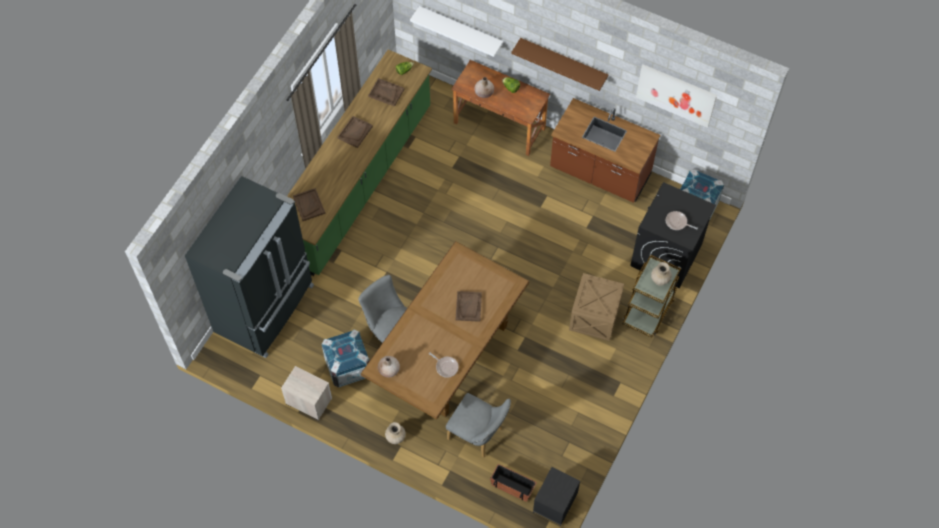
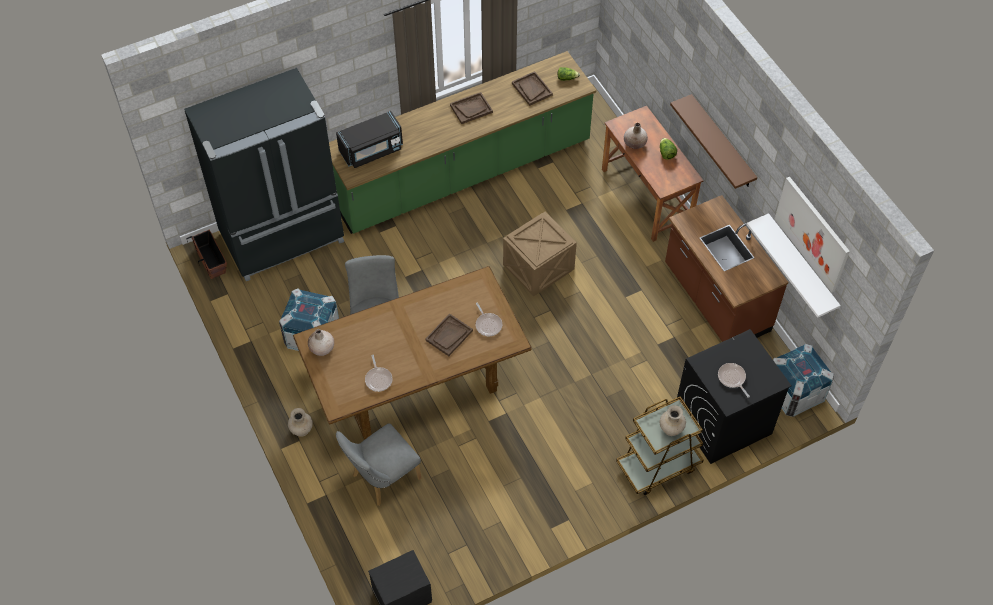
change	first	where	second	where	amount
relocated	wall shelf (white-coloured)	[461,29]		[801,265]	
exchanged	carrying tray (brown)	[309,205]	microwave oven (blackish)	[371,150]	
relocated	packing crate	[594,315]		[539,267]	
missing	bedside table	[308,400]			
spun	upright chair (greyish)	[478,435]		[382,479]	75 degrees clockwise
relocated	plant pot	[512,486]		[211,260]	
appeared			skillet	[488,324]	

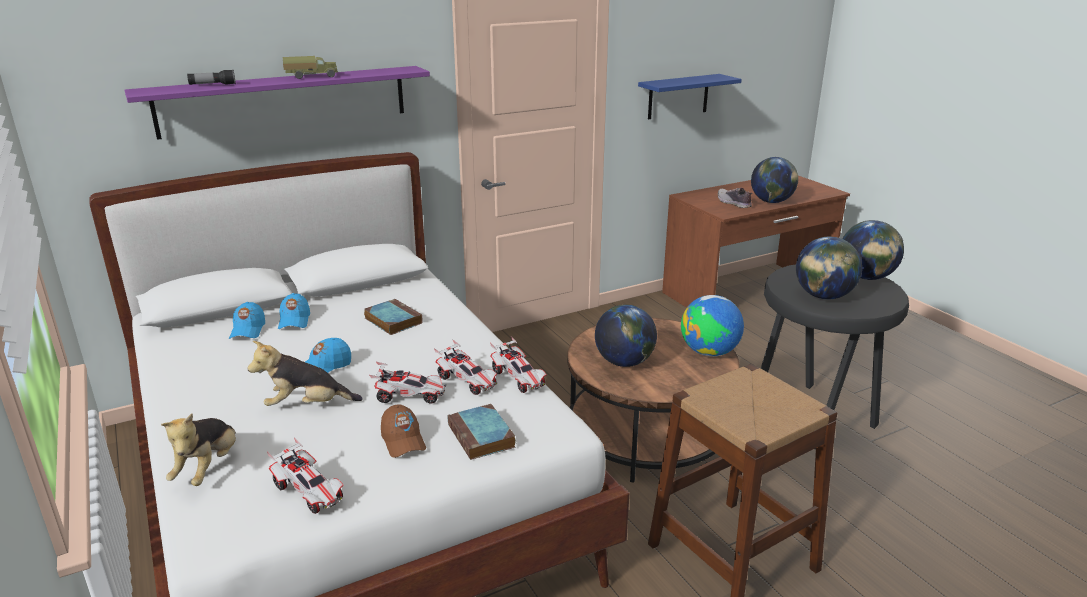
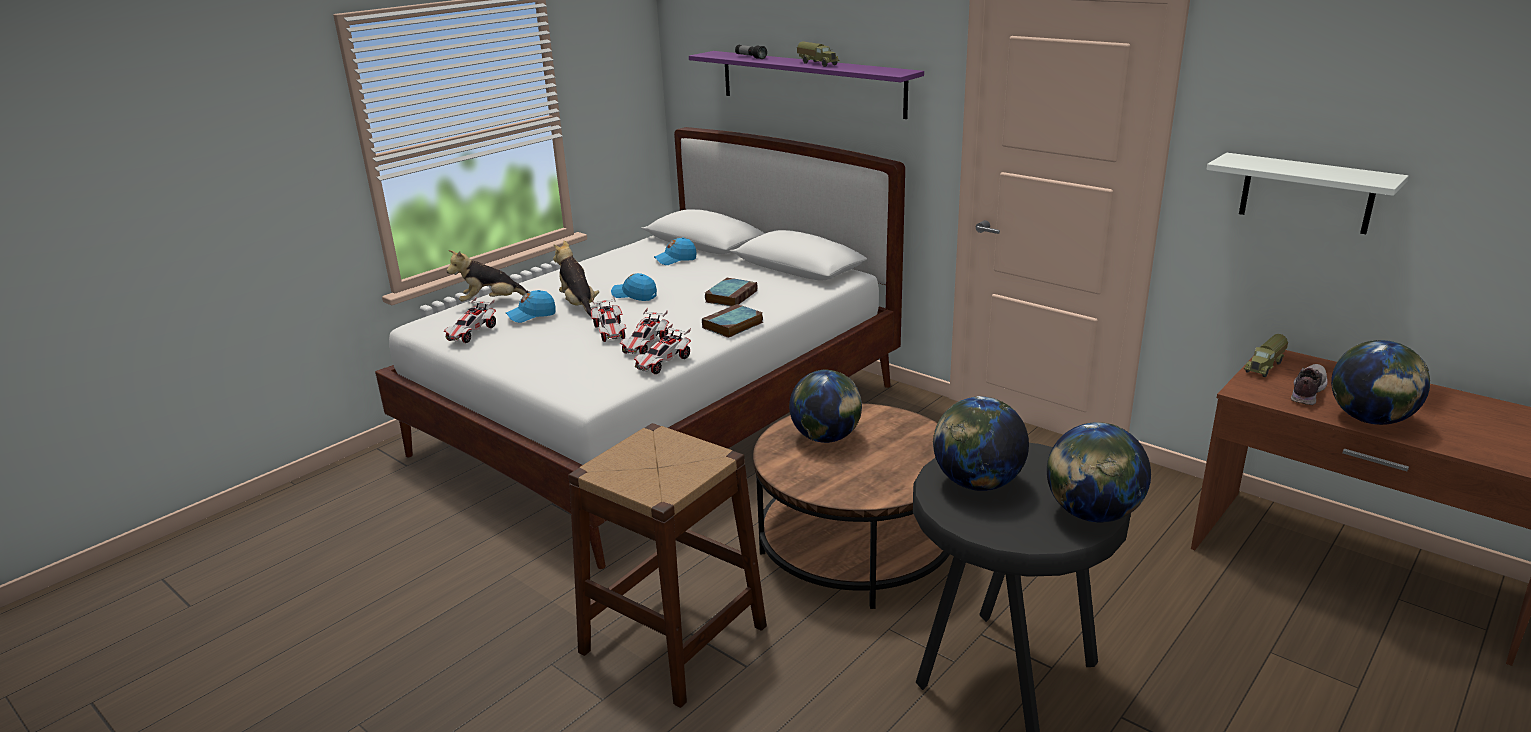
change	first	where	second	where	amount
colour	wall shelf (blue)	[678,96]	wall shelf (white-coloured)	[1306,193]	
relocated	cap (blue)	[294,321]		[531,315]	
missing	world globe	[709,352]			
missing	cap (brown)	[403,441]			
relocated	bound book	[482,437]		[732,325]	
appeared			toy truck	[1265,366]	

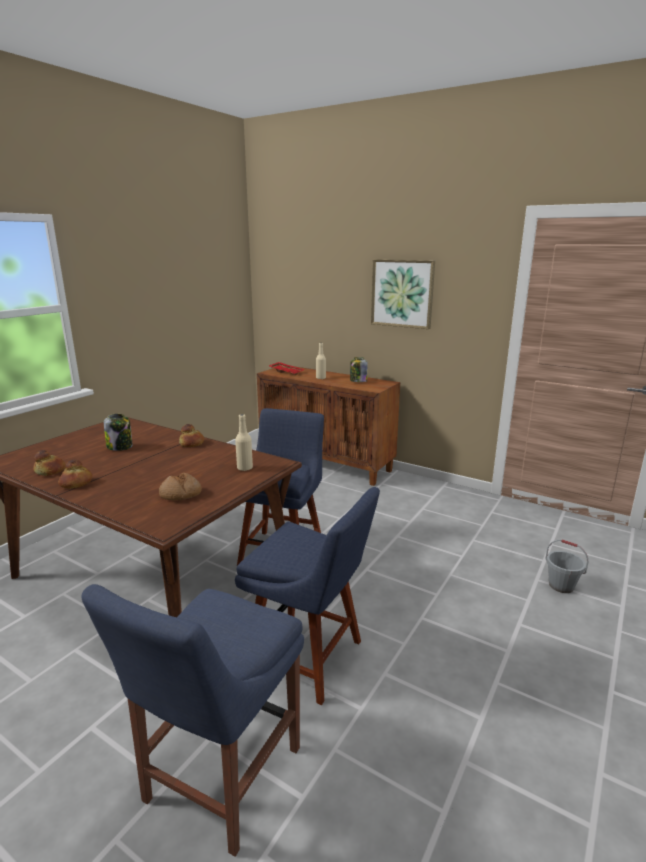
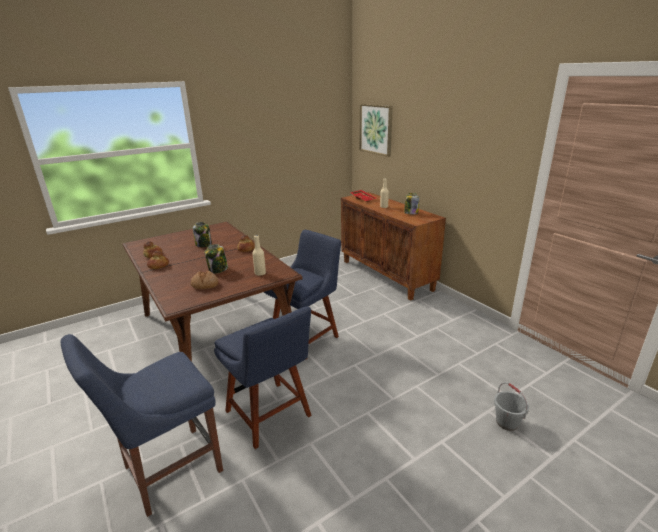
change	first	where	second	where	amount
relocated	wall picture	[402,293]		[376,129]	
appeared			preserve jar	[218,270]	

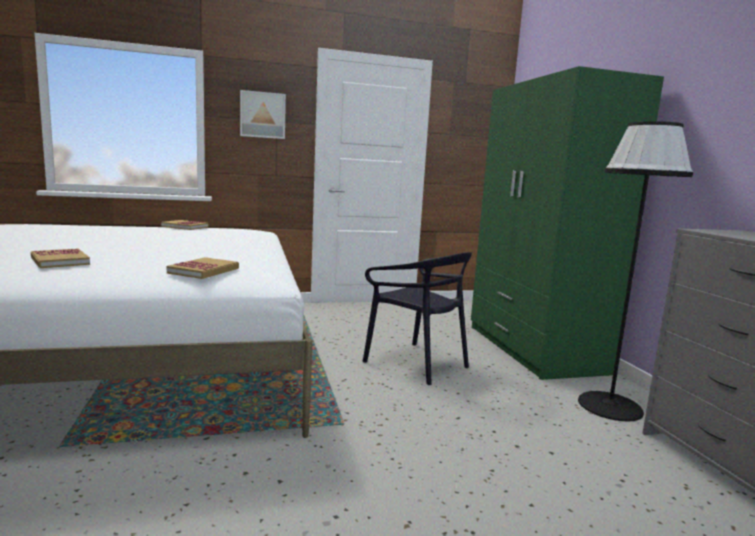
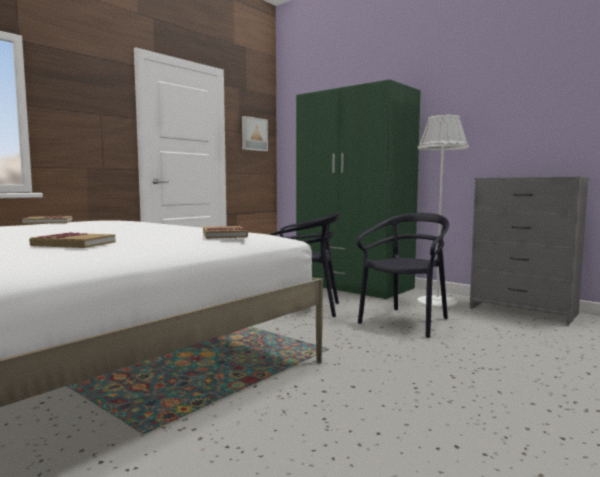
change	first	where	second	where	amount
relocated	wall picture	[262,115]		[253,134]	
colour	standing lamp (blackish)	[610,406]	standing lamp (white-coloured)	[437,301]	
appeared			upright chair (blackish)	[406,322]	

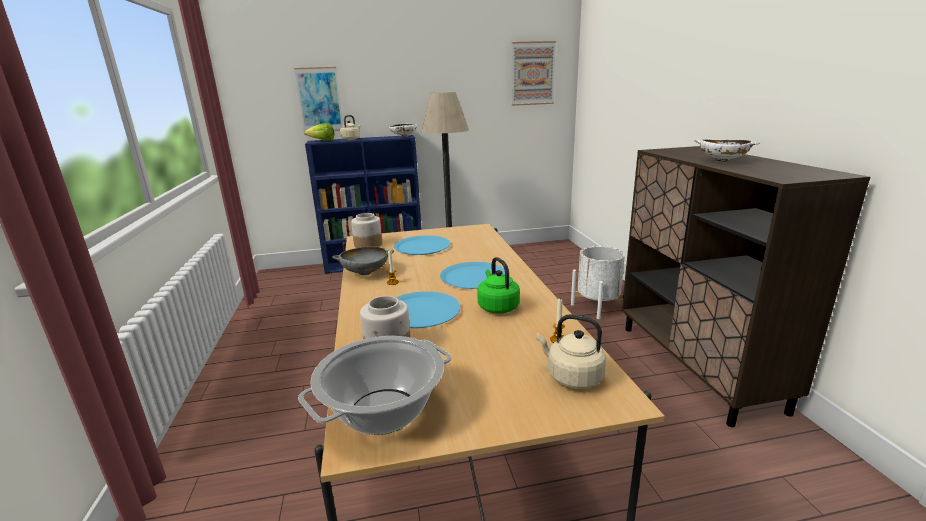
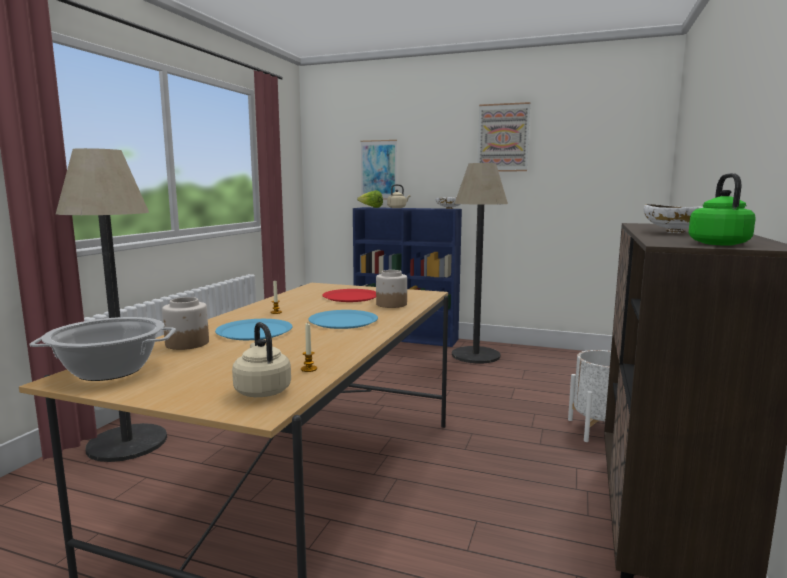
change	first	where	second	where	amount
relocated	wall picture	[532,73]		[503,138]	
relocated	preserve jar	[367,244]		[391,304]	
colour	flat dish (blue)	[422,246]	flat dish (red)	[350,297]	
missing	deep dish (greyish)	[365,272]			
relocated	tea kettle (green)	[497,307]		[717,243]	
appeared			standing lamp	[127,443]	

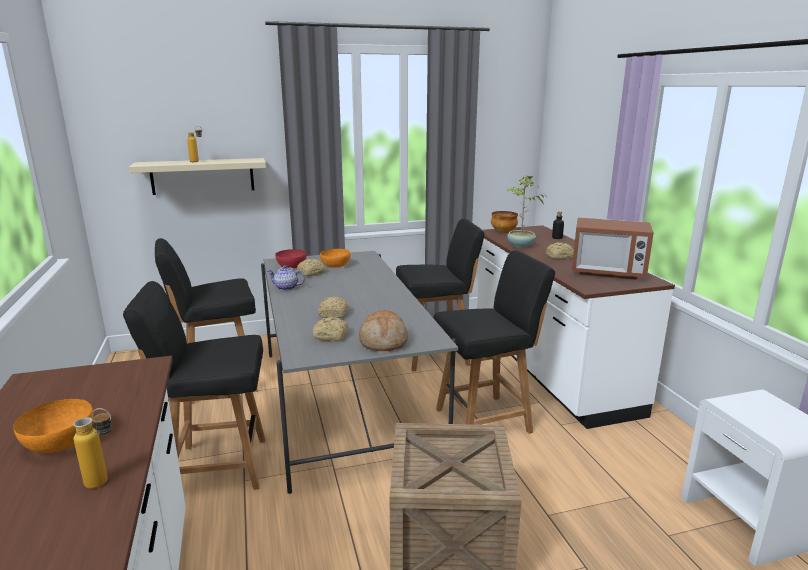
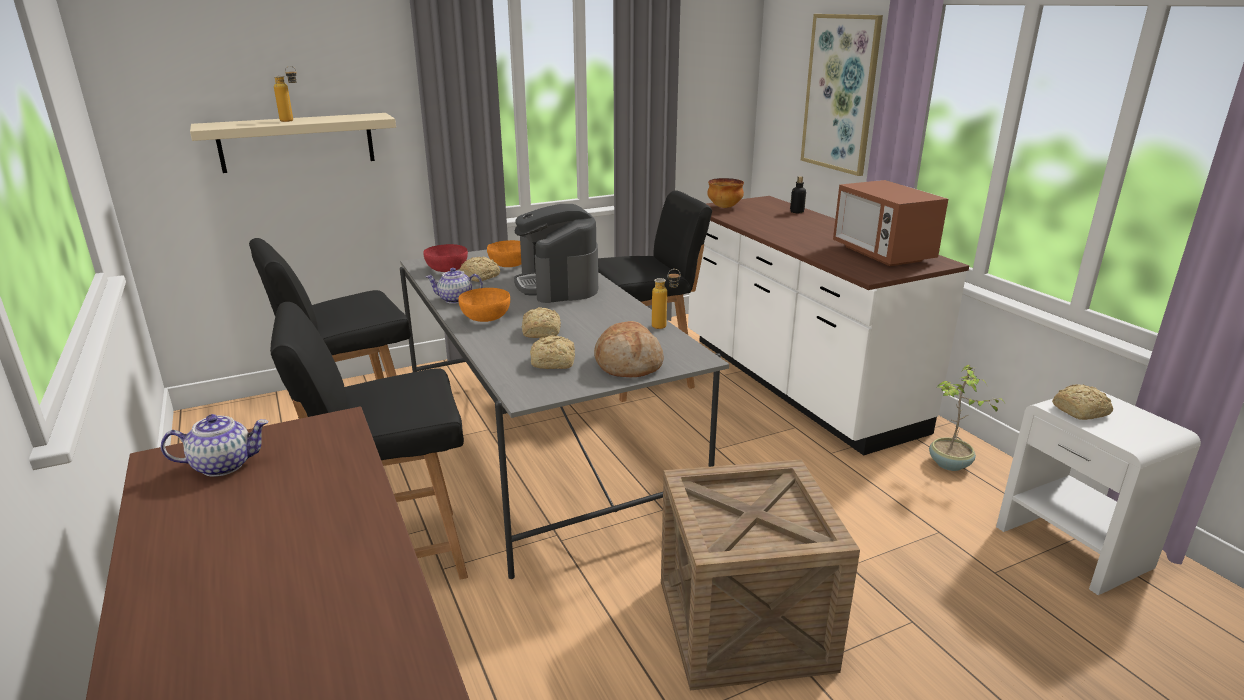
change	first	where	second	where	amount
relocated	plant in a pot	[520,246]		[949,465]	
spun	microwave oven	[607,272]		[882,254]	60 degrees clockwise
relocated	baked bread	[560,257]		[1081,411]	
missing	upright chair (blackish)	[485,420]			
relocated	deep dish (orange)	[59,443]		[485,318]	
relocated	beverage bottle	[105,483]		[665,326]	
appeared			wall picture	[840,93]	
appeared			coffee maker	[558,285]	
appeared			tea pot	[224,465]	

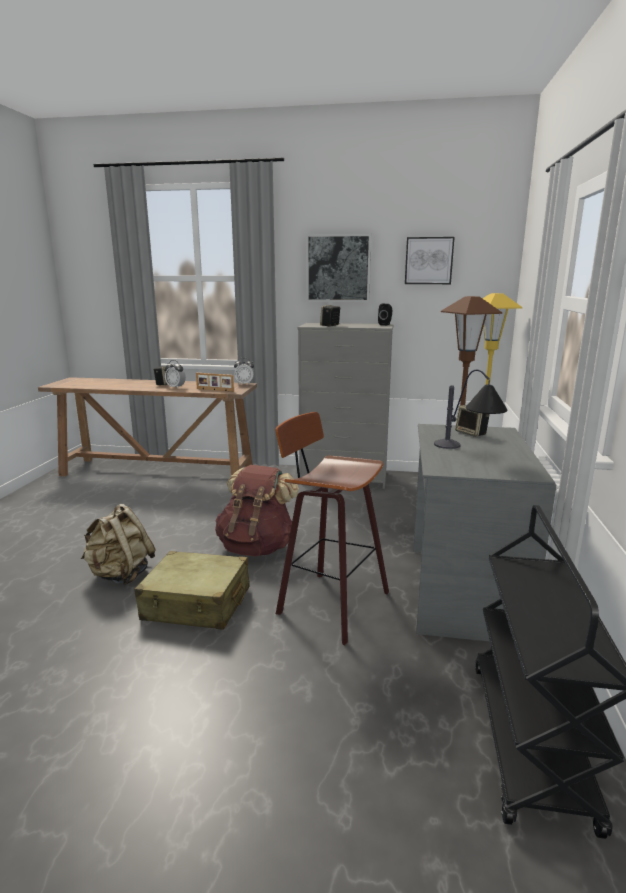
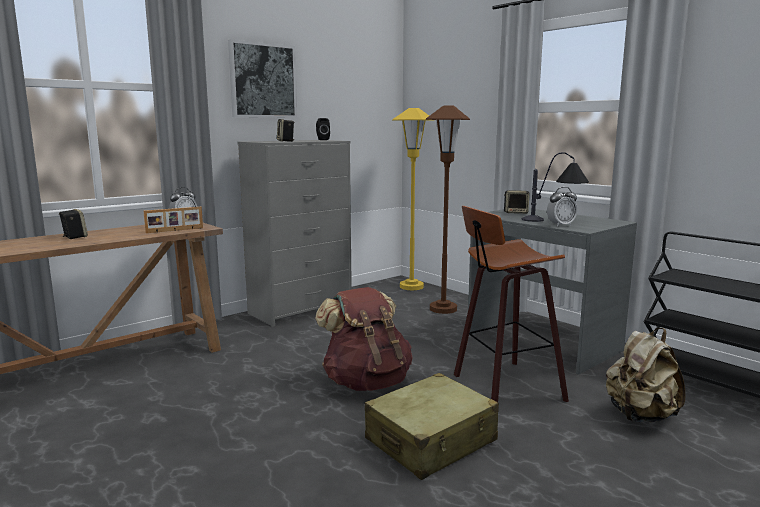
change	first	where	second	where	amount
missing	wall picture	[428,261]			
relocated	table clock	[176,387]		[560,225]	
relocated	knapsack (beige-coloured)	[121,575]		[640,416]	

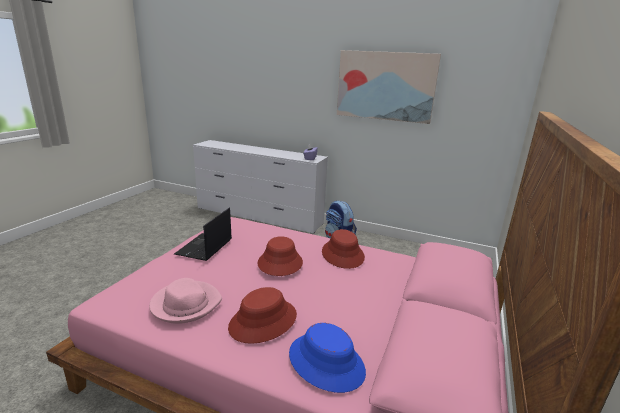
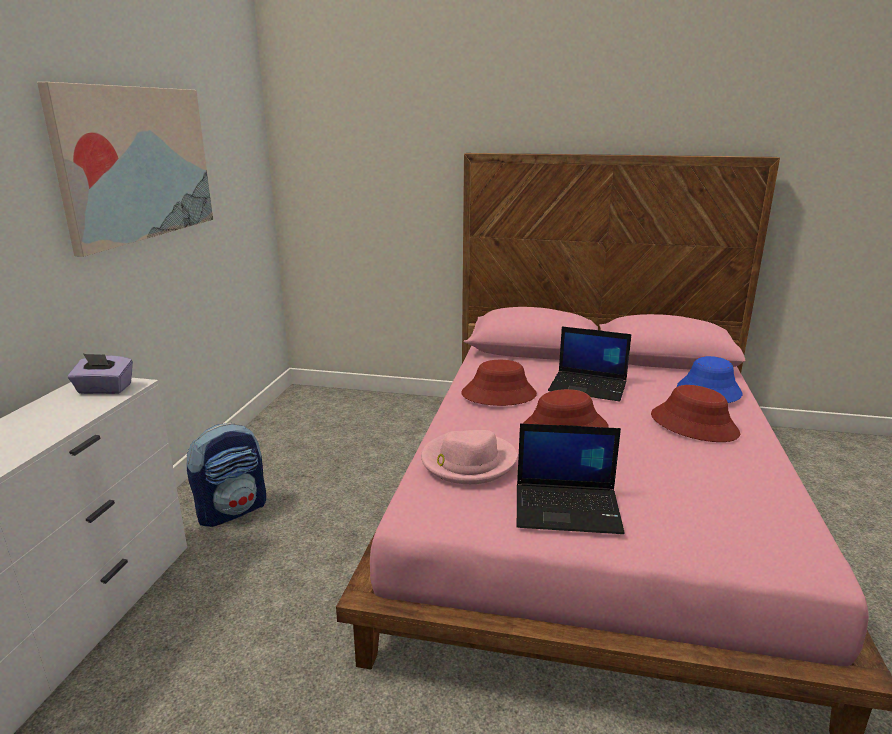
change	first	where	second	where	amount
relocated	clothing hat (pink)	[186,304]		[467,462]	
appeared			notebook computer	[589,386]	

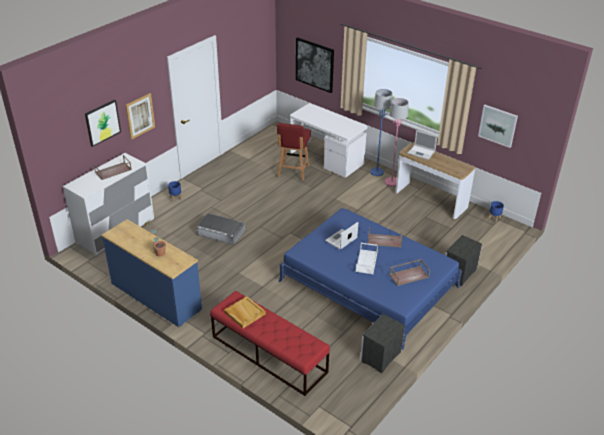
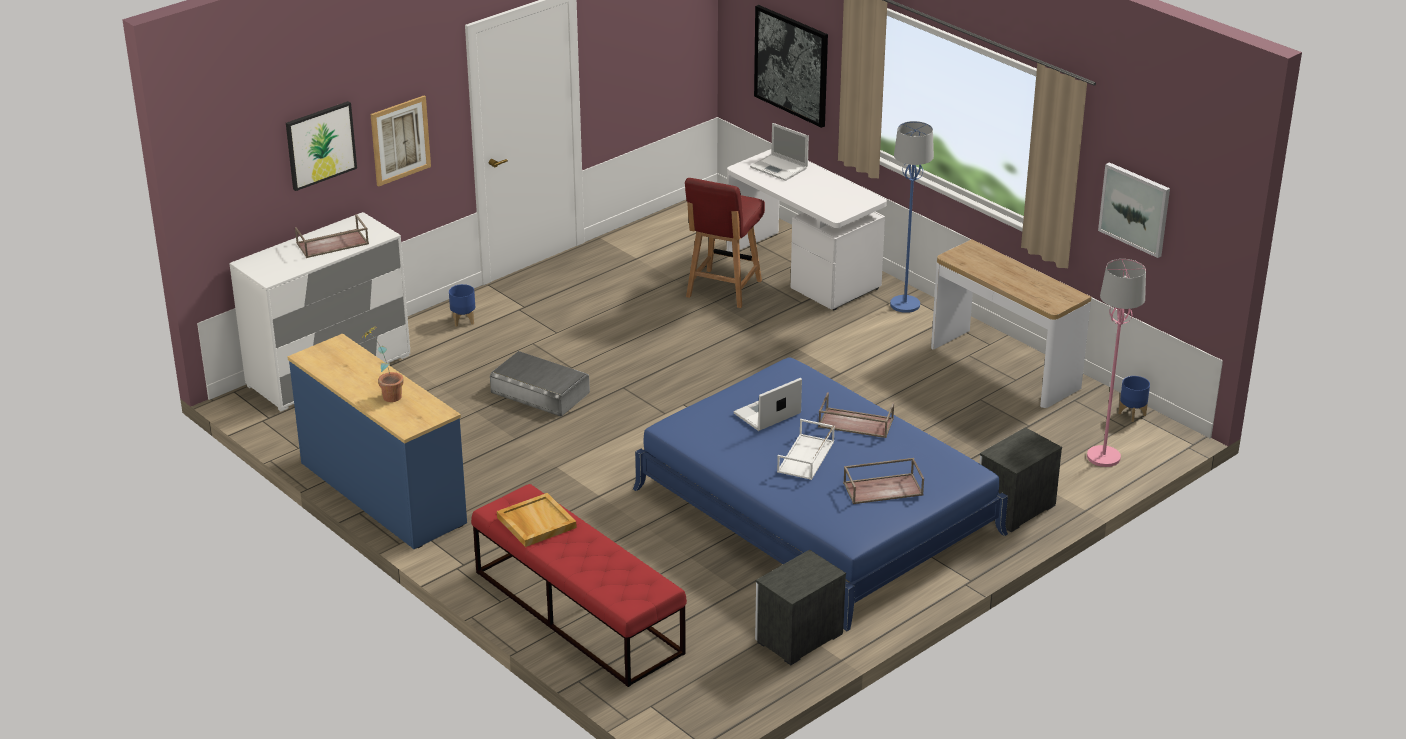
change	first	where	second	where	amount
relocated	standing lamp (pink)	[391,182]		[1103,457]	
relocated	notebook computer	[421,152]		[780,168]	

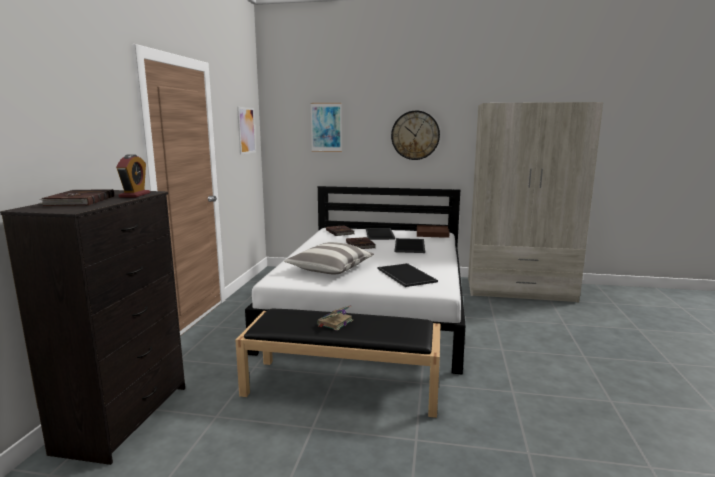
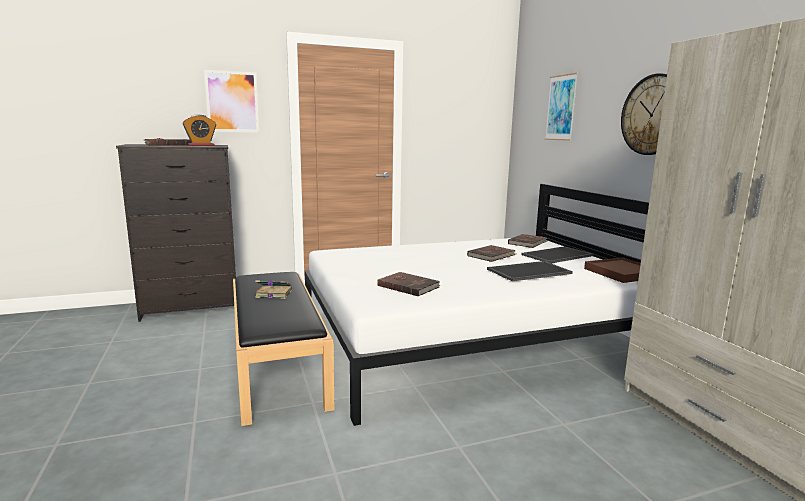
change	first	where	second	where	amount
relocated	wall picture	[246,130]		[232,102]	
missing	cushion	[330,269]			
exchanged	carrying tray	[405,275]	bound book (brown)	[408,286]	

